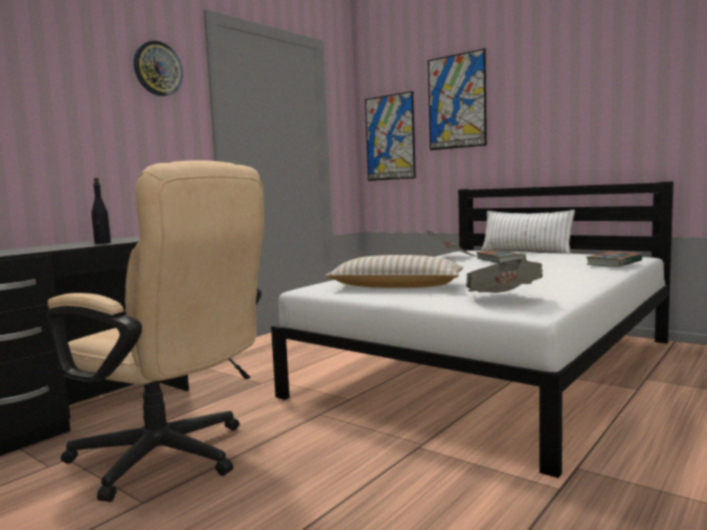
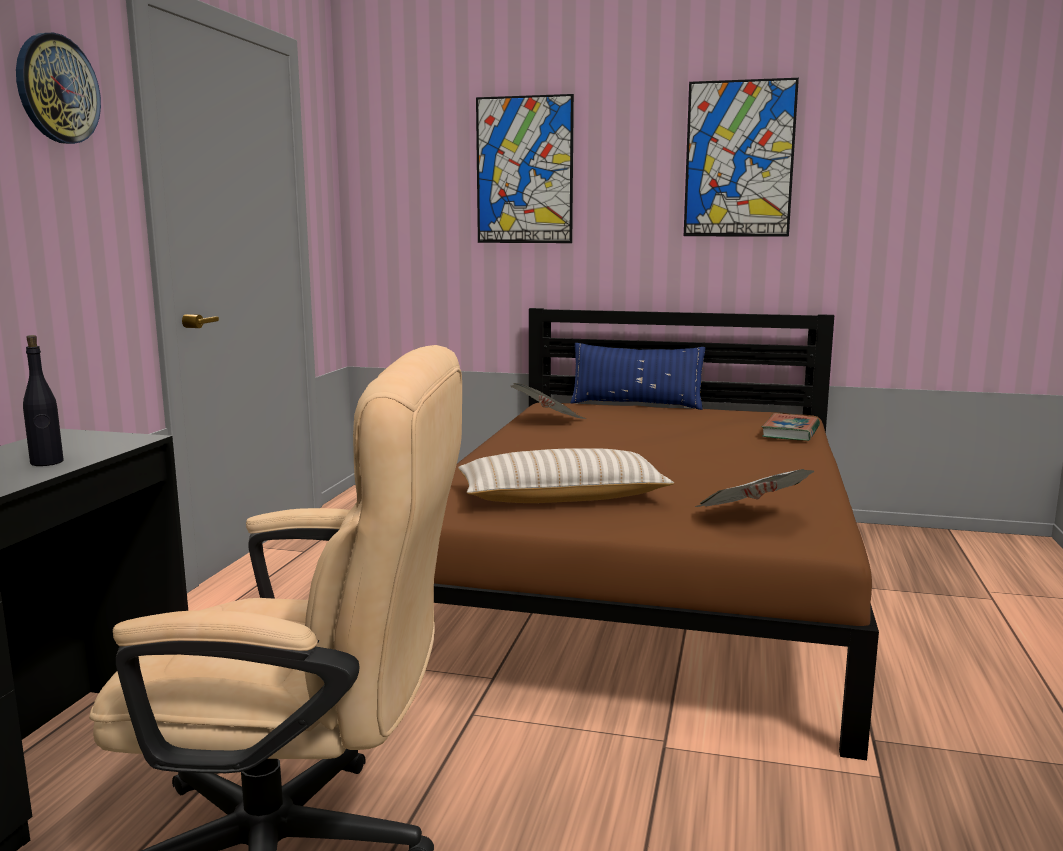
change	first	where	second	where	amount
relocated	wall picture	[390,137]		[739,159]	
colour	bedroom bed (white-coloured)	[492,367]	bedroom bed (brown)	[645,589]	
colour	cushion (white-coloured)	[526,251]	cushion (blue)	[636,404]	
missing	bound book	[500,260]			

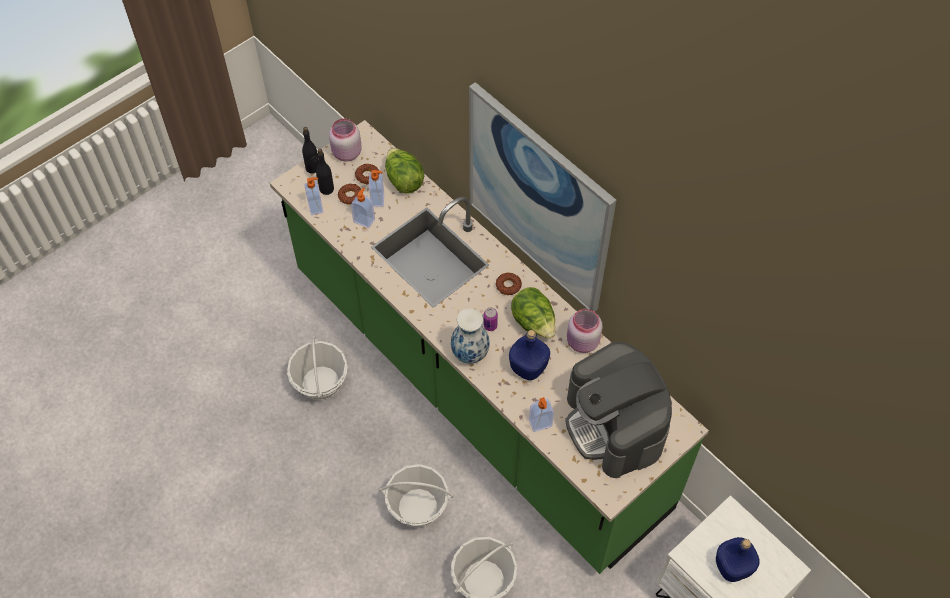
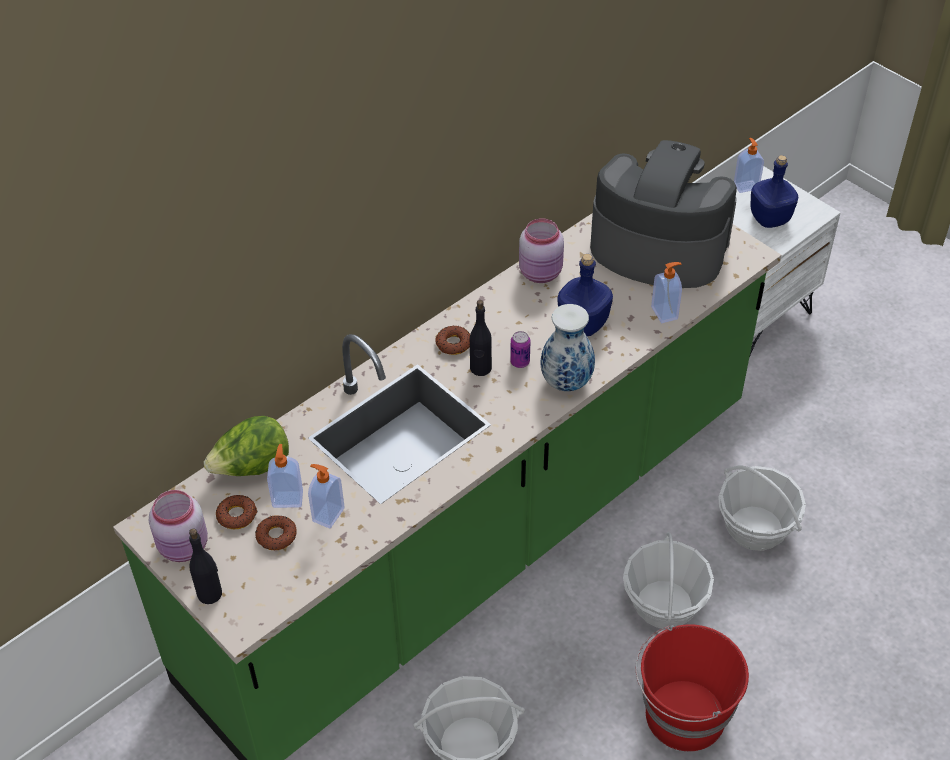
change	first	where	second	where	amount
missing	wall picture	[538,199]			
relocated	beverage bottle (blackish)	[326,189]		[480,368]	
relocated	liquid soap bottle	[316,207]		[745,186]	
missing	head of lettuce	[534,323]			
spun	coffee maker	[615,425]		[657,247]	135 degrees counterclockwise
appeared			bucket (red)	[683,716]	

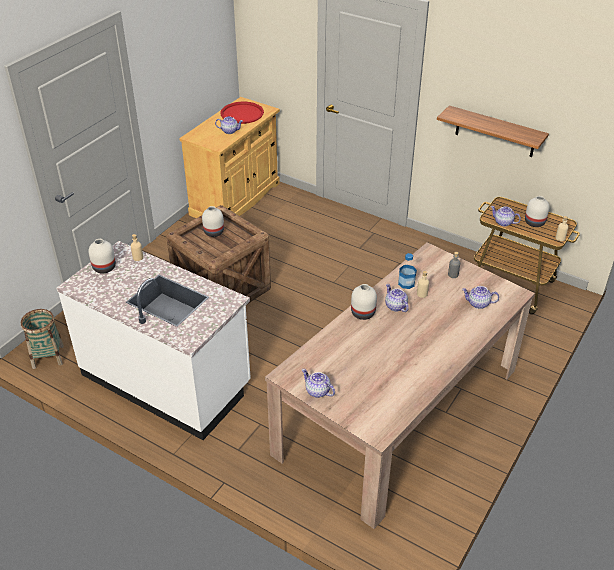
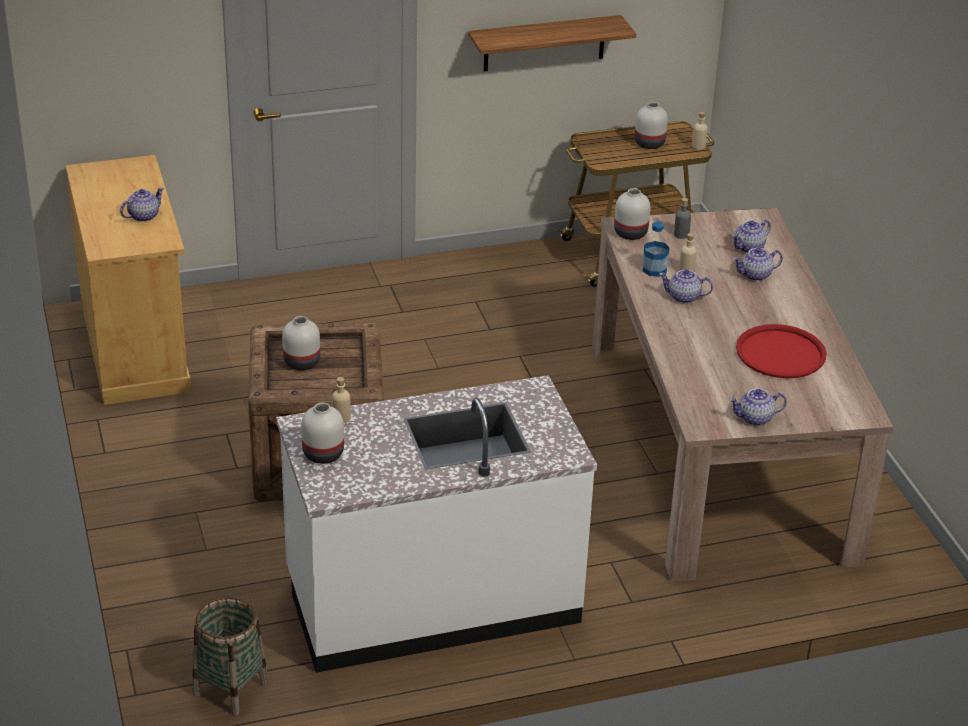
change	first	where	second	where	amount
relocated	carrying tray (red)	[242,113]		[780,353]	
relocated	tea pot	[503,222]		[755,275]	
relocated	flower vase (white-coloured)	[363,313]		[630,233]	

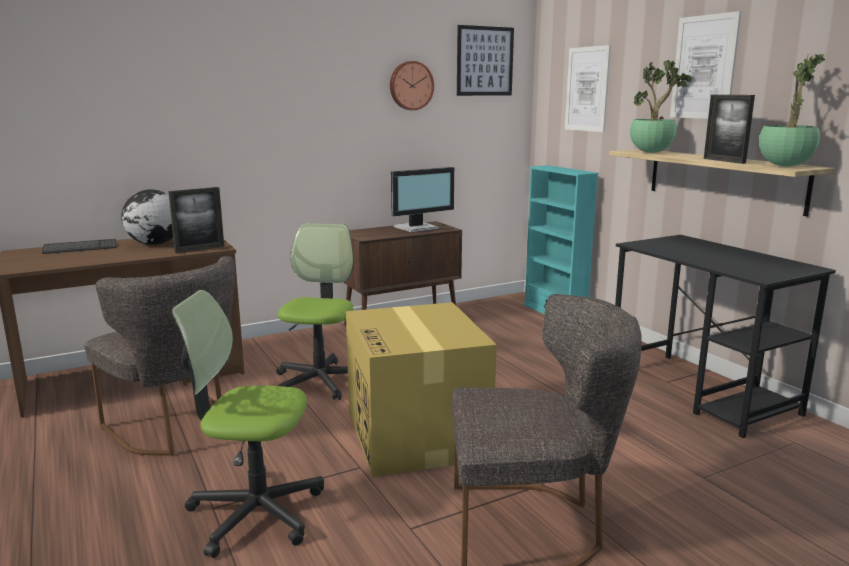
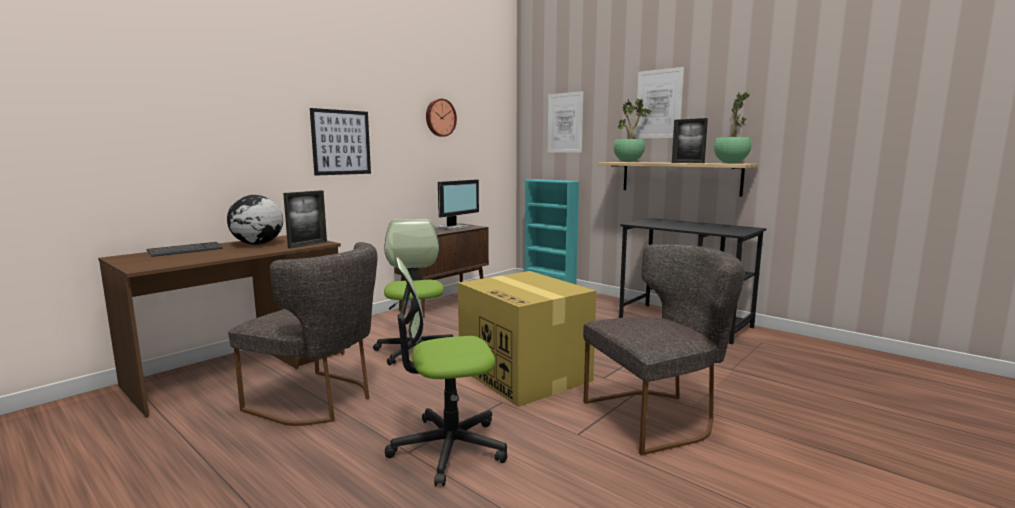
change	first	where	second	where	amount
relocated	wall picture	[485,61]		[341,142]	

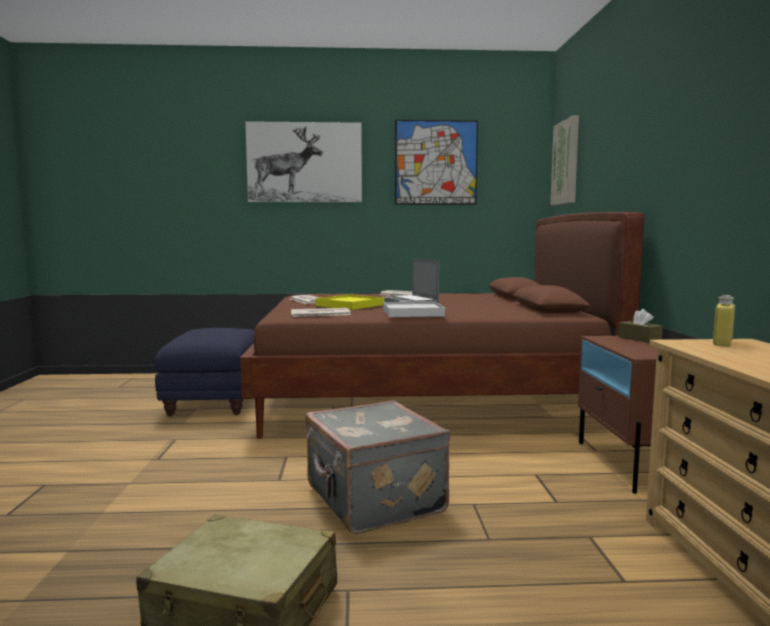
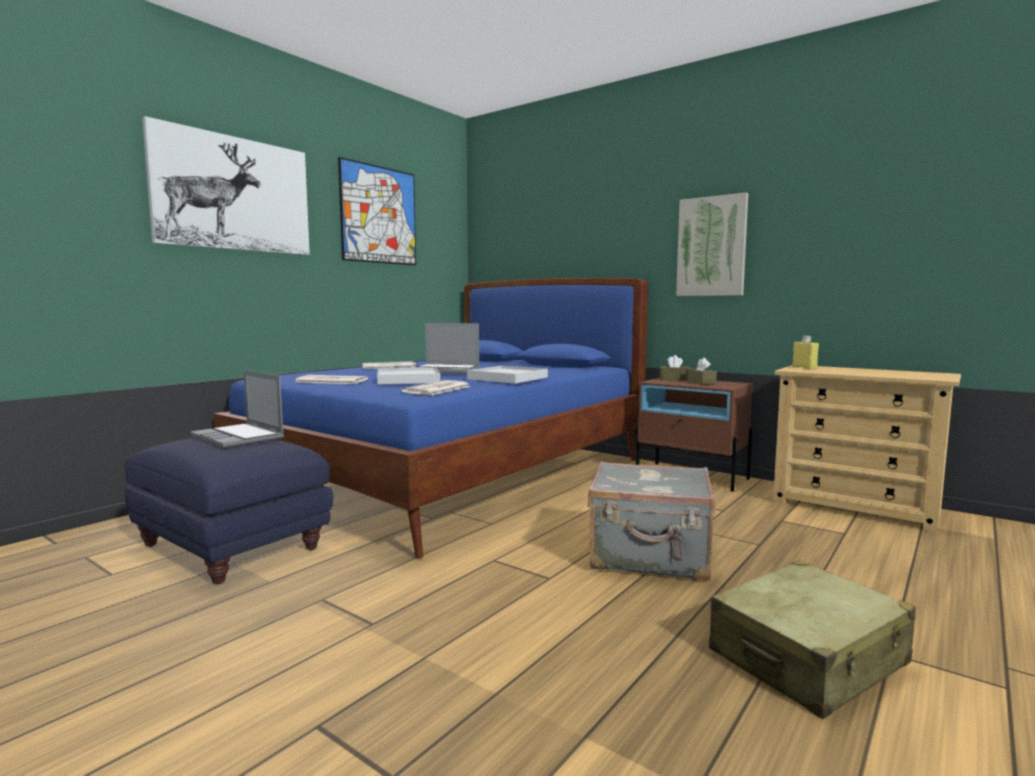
change	first	where	second	where	amount
relocated	wall picture	[566,162]		[711,247]	
colour	bedroom bed (brown)	[424,398]	bedroom bed (blue)	[454,476]	
colour	carrying tray (yellow-coloured)	[350,305]	carrying tray (white-coloured)	[408,380]	
appeared			tissue box (brown)	[701,382]	
appeared			notebook computer	[239,438]	

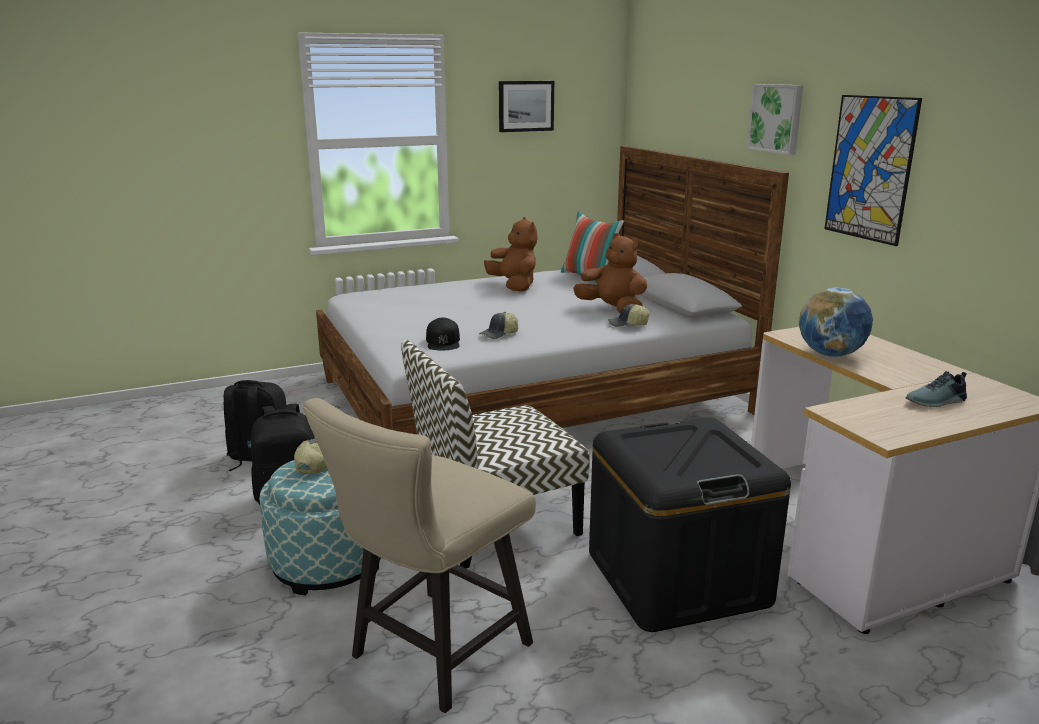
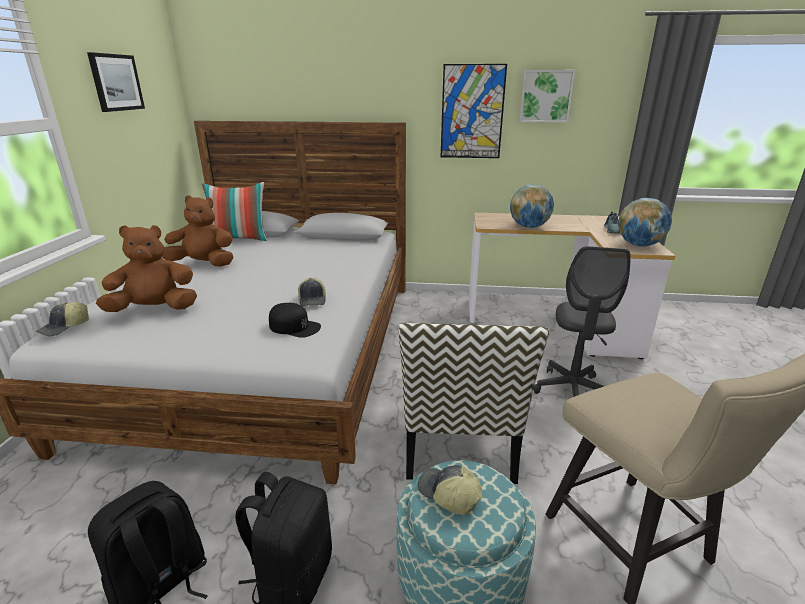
change	first	where	second	where	amount
relocated	wall picture	[776,118]		[545,96]	
relocated	cuddly toy (brown)	[612,310]		[155,309]	
relocated	cap	[628,325]		[65,327]	
exchanged	storage box (blackish)	[677,578]	desk chair (greyish)	[572,391]	
appeared			world globe	[639,245]	

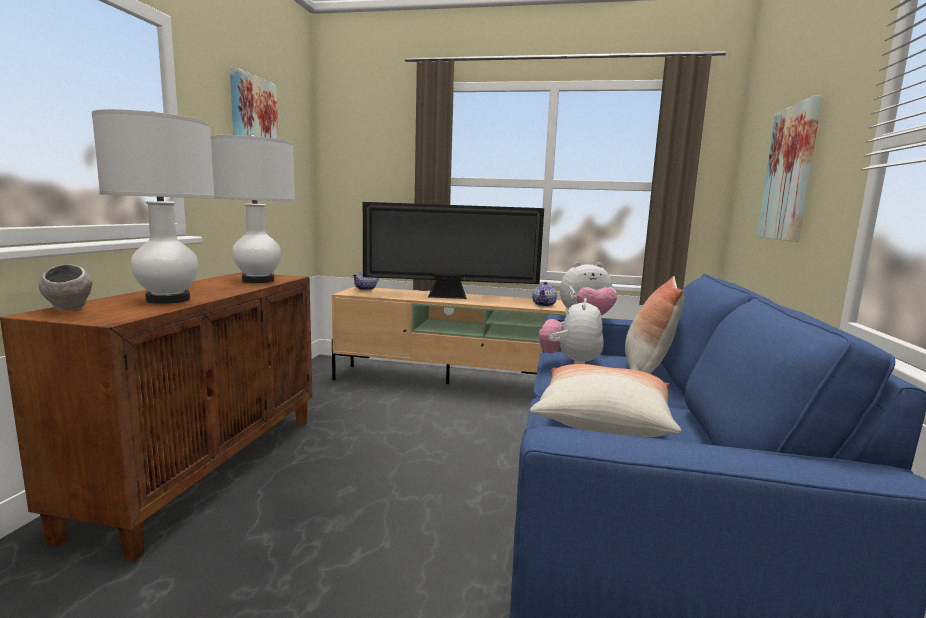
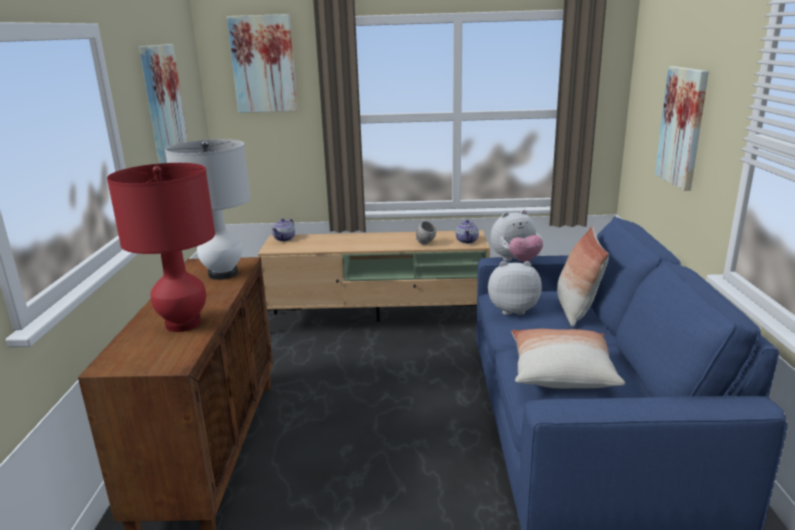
change	first	where	second	where	amount
colour	tabletop lamp (white-coloured)	[168,300]	tabletop lamp (red)	[183,324]	
missing	television	[450,297]			
relocated	deep dish (greyish)	[69,310]		[425,244]	
spun	cuddly toy	[570,362]		[512,309]	90 degrees clockwise
appeared			wall picture	[263,64]	

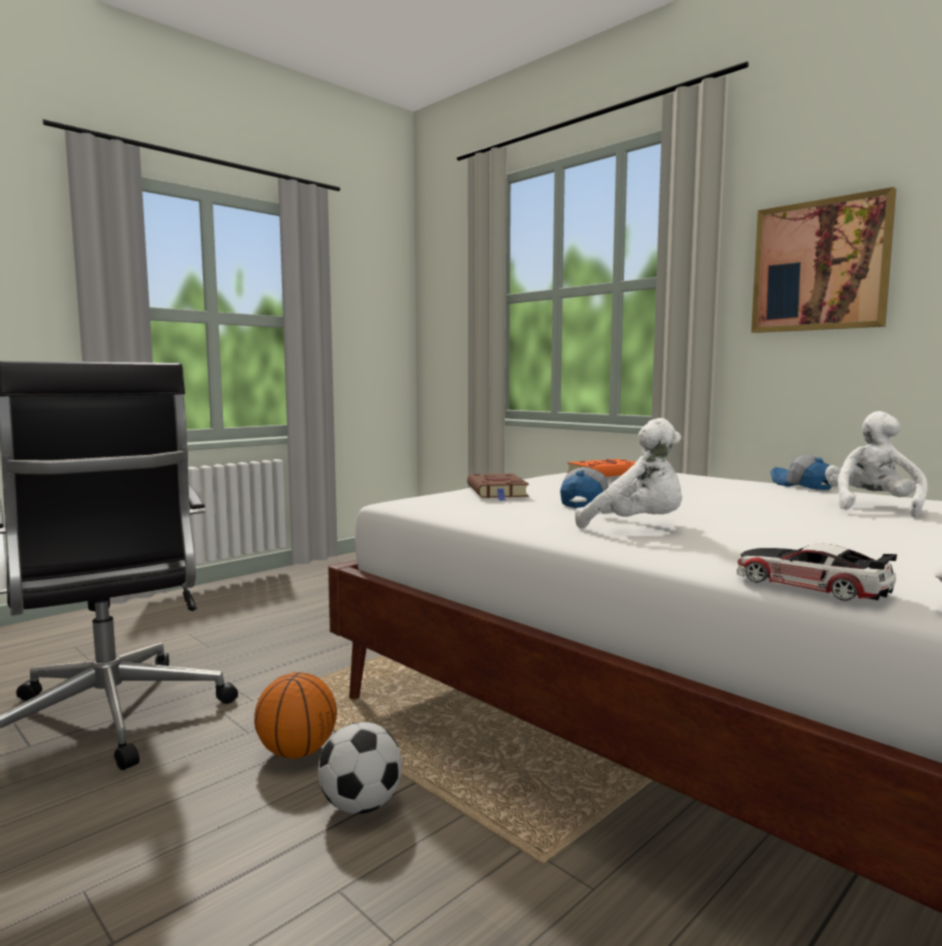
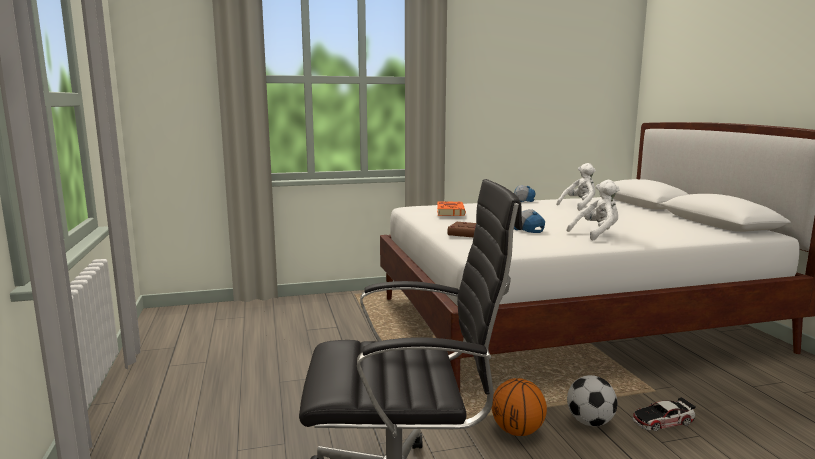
change	first	where	second	where	amount
missing	wall picture	[820,266]			
spun	cuddly toy (white-coloured)	[871,507]		[579,206]	90 degrees clockwise
relocated	miniature car	[810,584]		[662,421]	

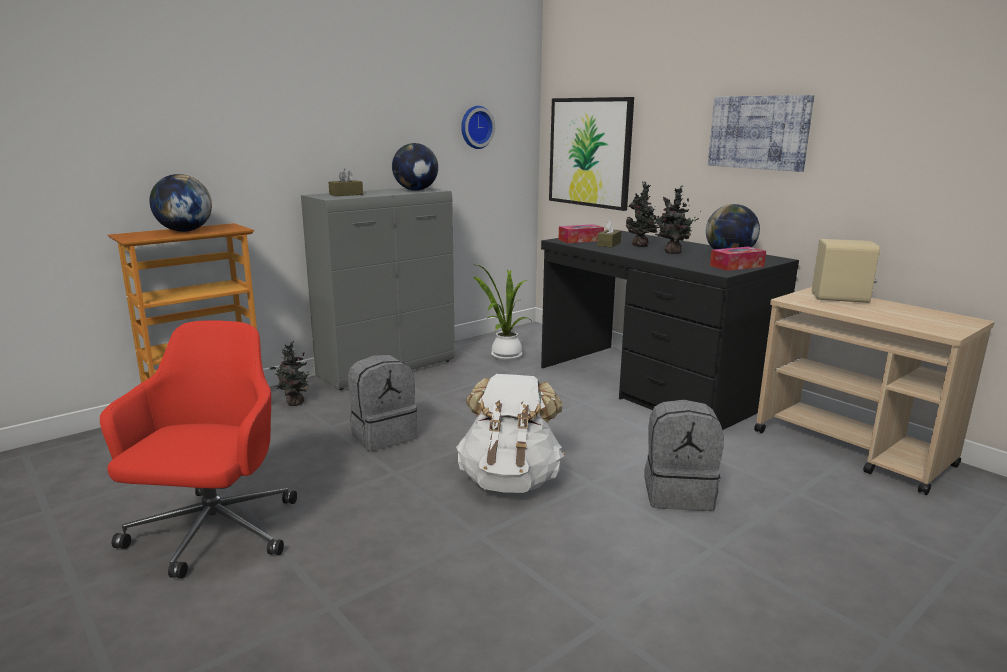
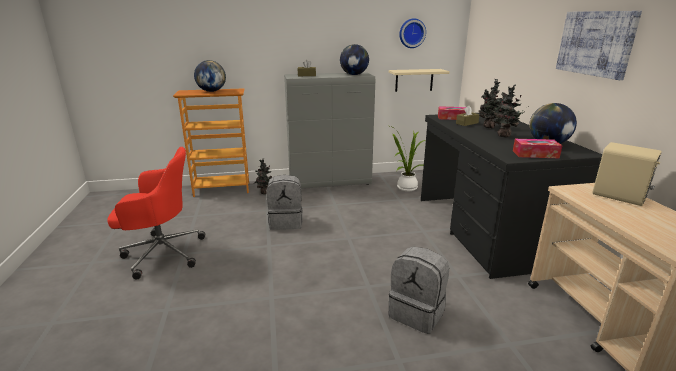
change	first	where	second	where	amount
missing	wall picture	[590,152]			
spun	desk chair (red)	[212,534]		[161,253]	45 degrees clockwise
missing	knapsack (white-coloured)	[510,480]			
appeared			wall shelf (beige-coloured)	[414,80]	

